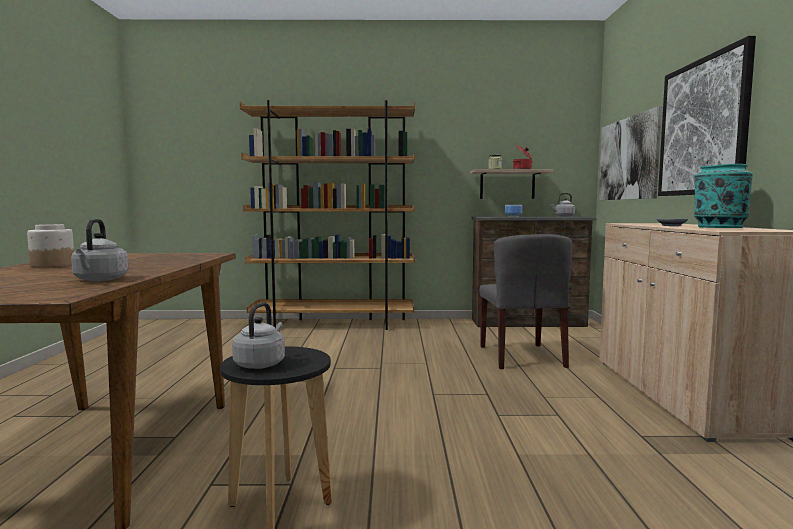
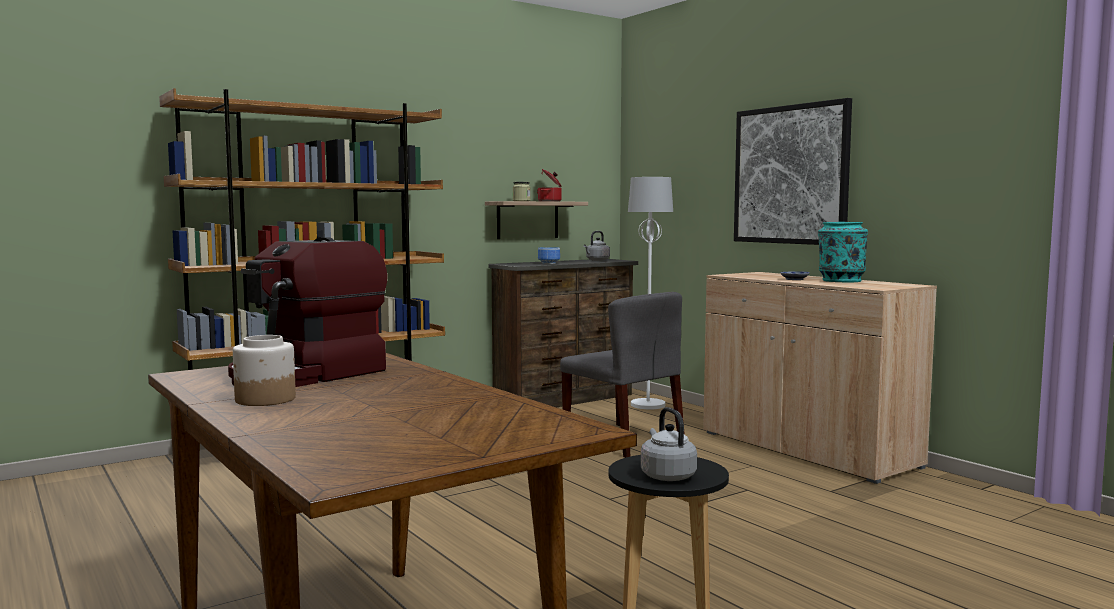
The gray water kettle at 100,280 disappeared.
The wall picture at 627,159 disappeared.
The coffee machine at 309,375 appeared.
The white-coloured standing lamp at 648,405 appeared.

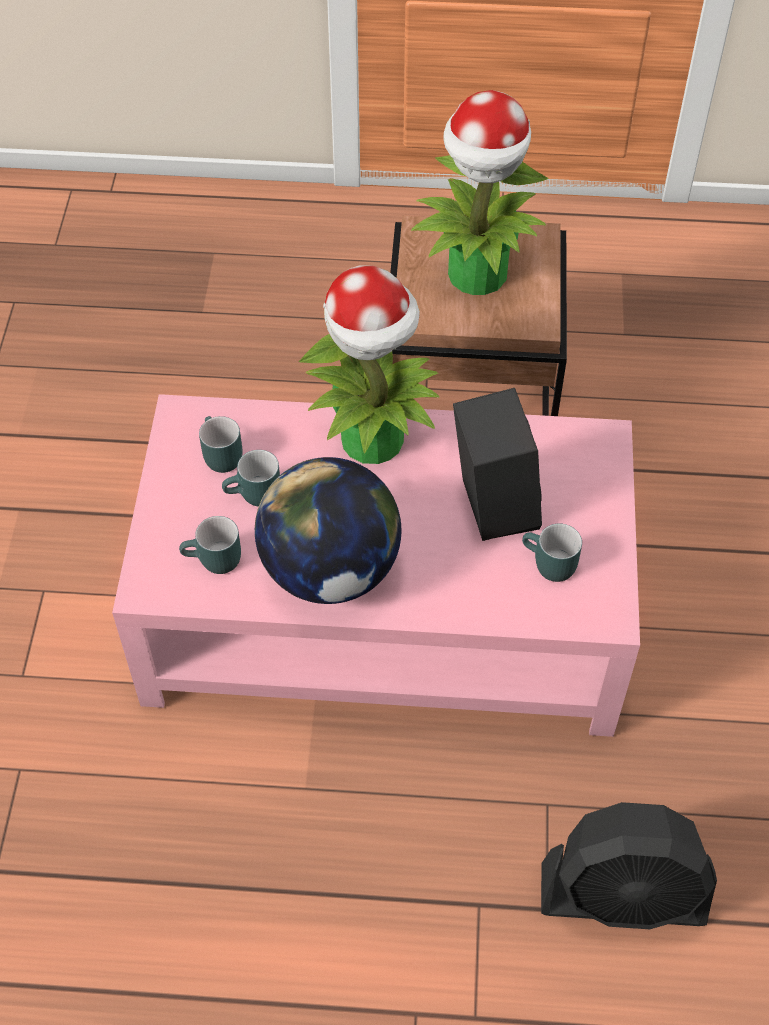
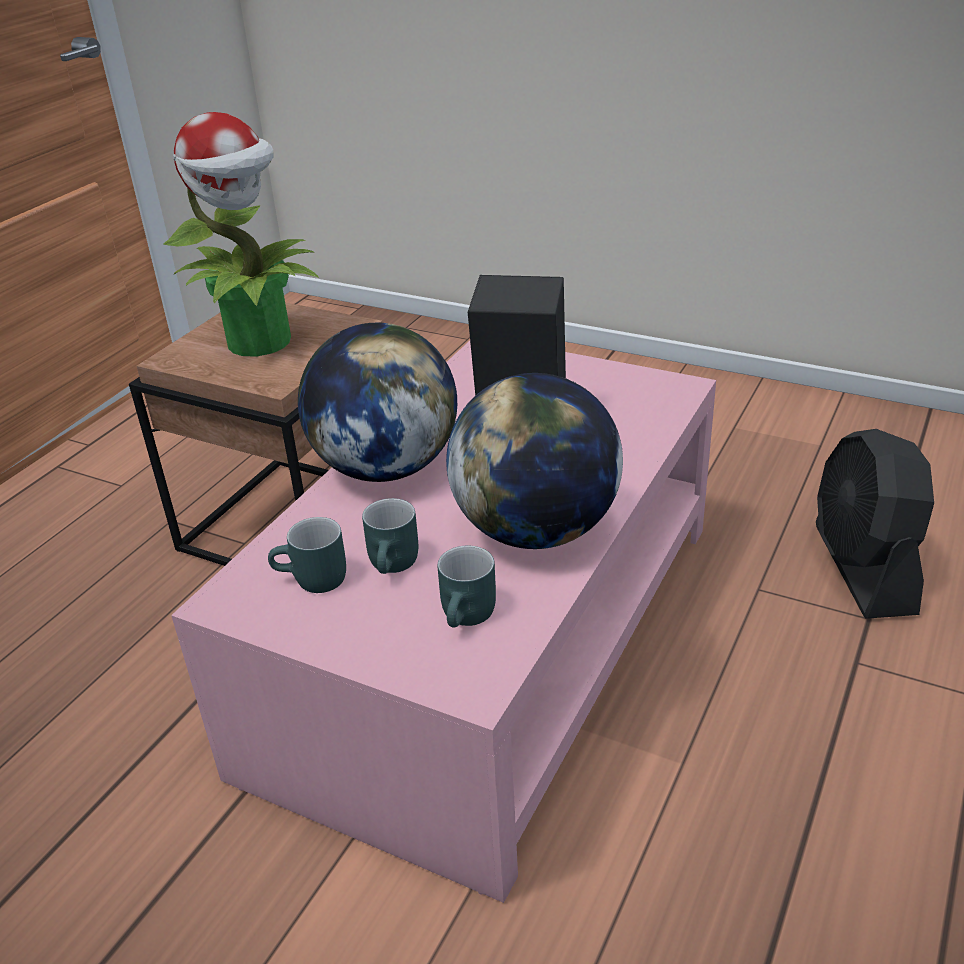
The blue-green coffee mug at 548,566 disappeared.
The houseplant at 374,440 was replaced by the world globe at 385,468.
The black electric fan at 623,895 turned 150 degrees clockwise.

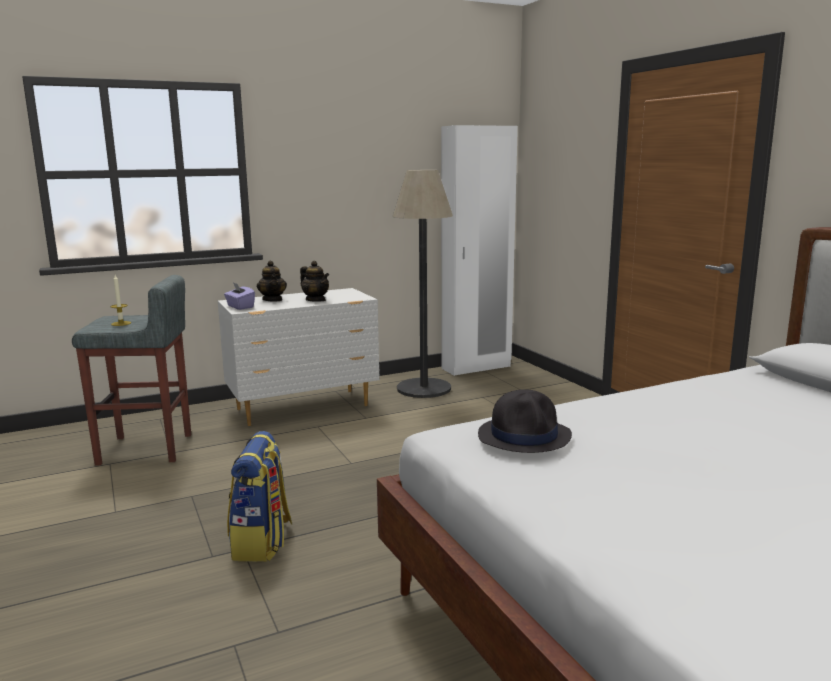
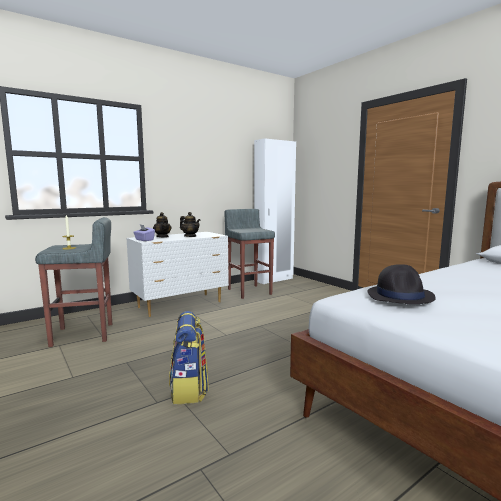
The standing lamp at 424,388 was replaced by the gray sitting stool at 249,291.

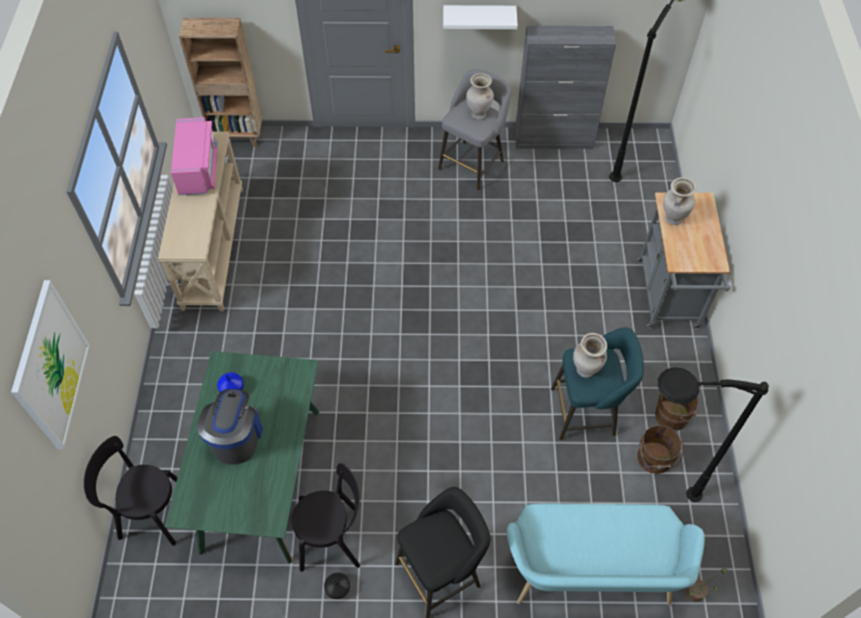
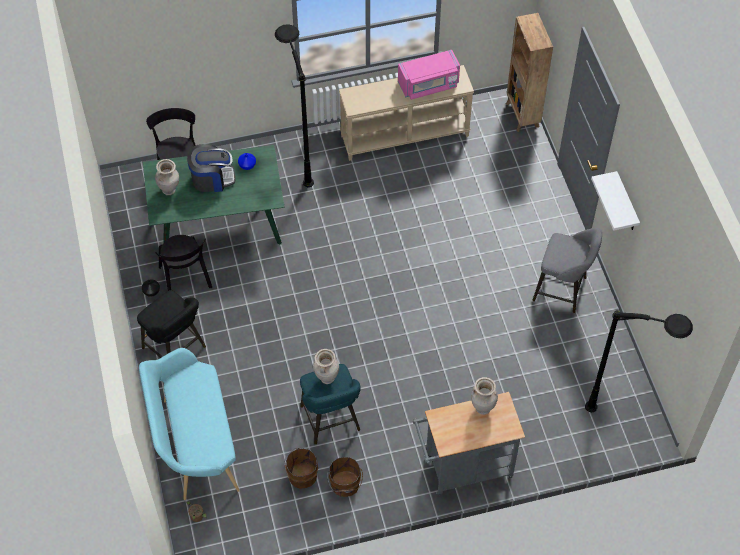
The wall picture at 51,366 disappeared.
The gray storage cabinet at 554,140 disappeared.
The beige-coloured decorative vase moved from 479,114 to 169,190.
The black standing lamp moved from 644,496 to 298,156.

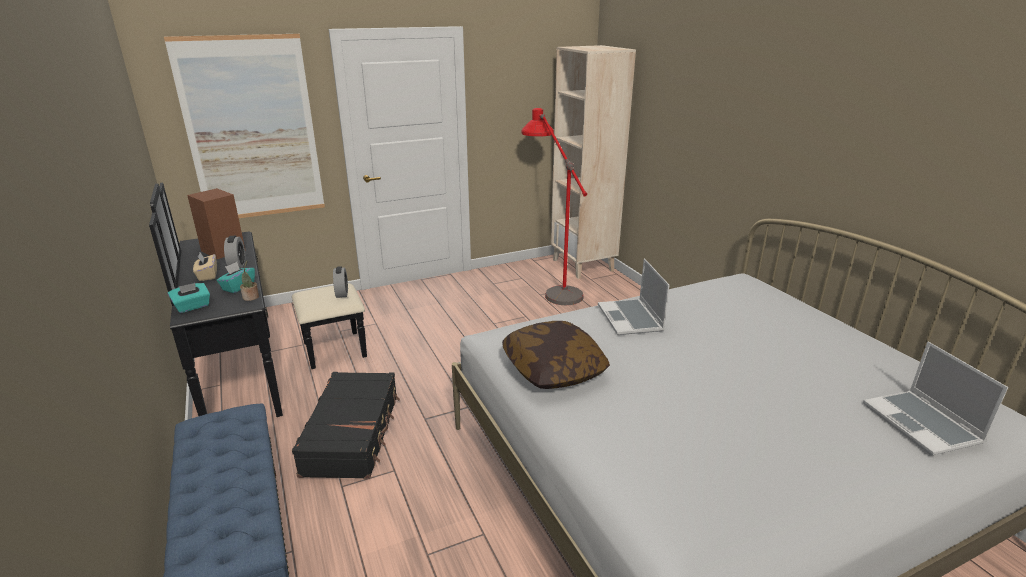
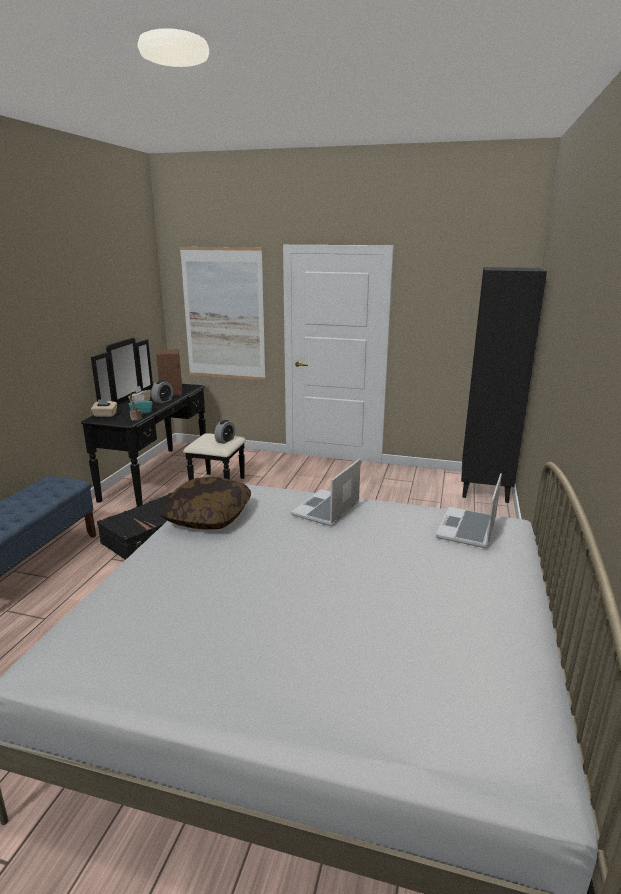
The red-coloured standing lamp at 551,285 disappeared.
The laptop moved from 922,424 to 467,529.
The blue-green tissue holder at 192,307 became the beige-coloured tissue holder at 105,415.
The beige-coloured bookcase at 583,265 became the black bookcase at 485,489.

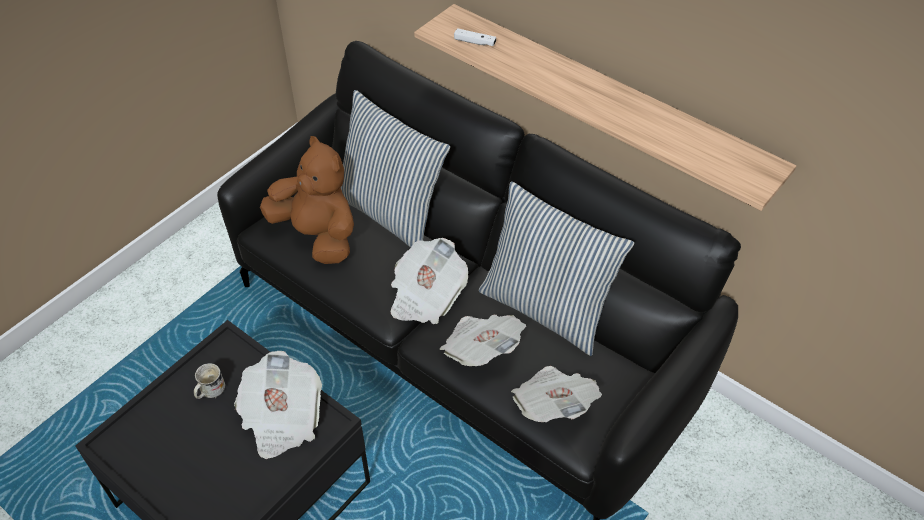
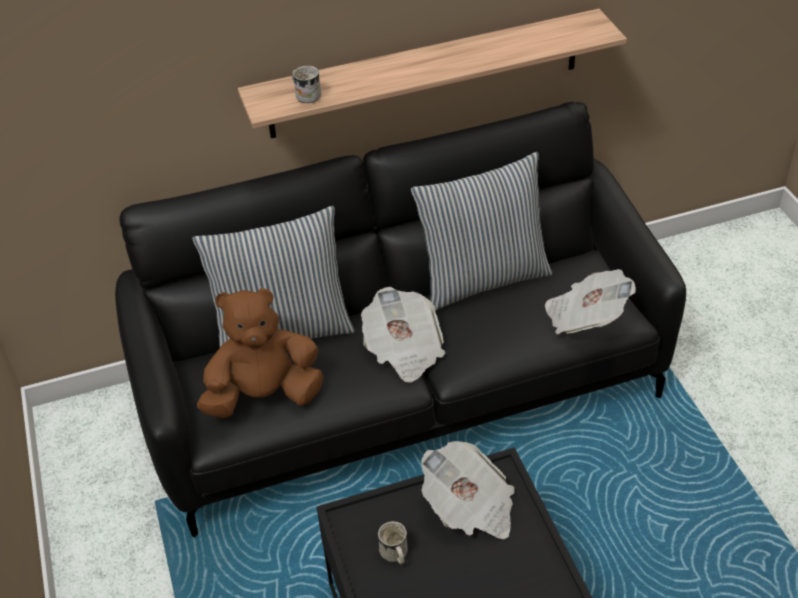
The newspaper at 481,349 disappeared.
The white-coloured game controller at 474,42 was replaced by the white-coloured coffee mug at 306,95.

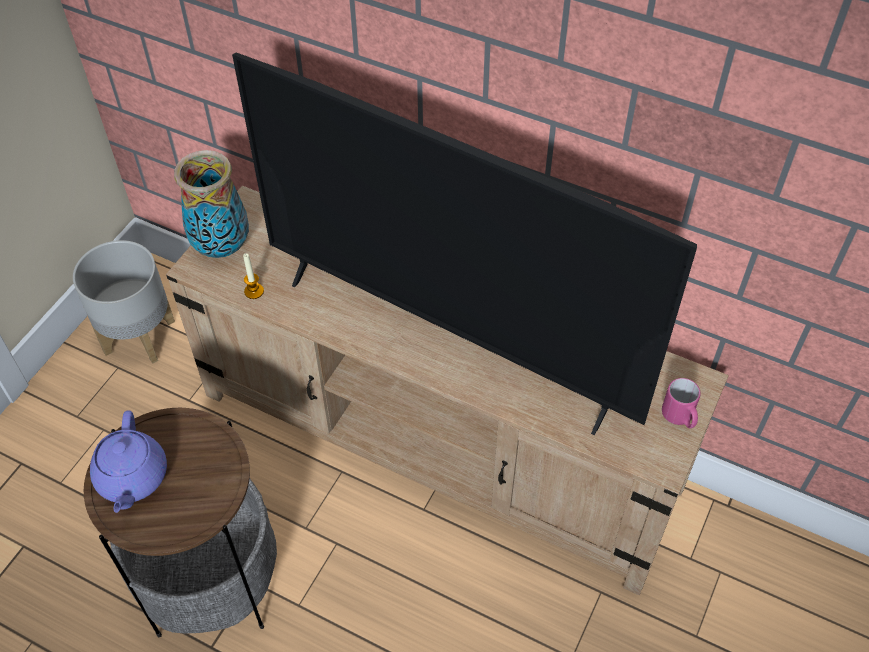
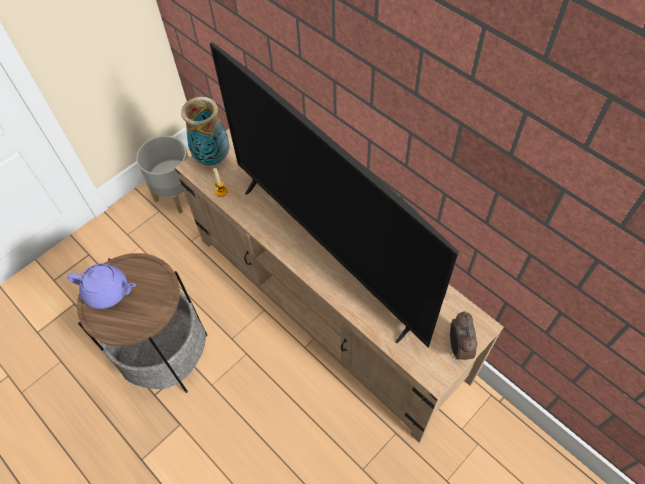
The pinkish coffee mug at 679,418 was replaced by the bedside clock at 458,347.
The purple-coloured teapot at 132,478 turned 90 degrees counterclockwise.

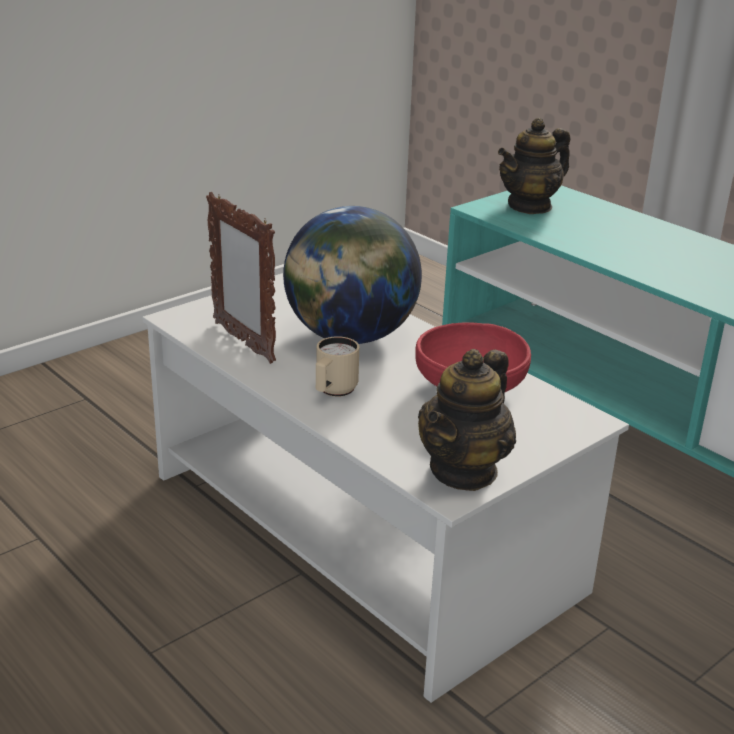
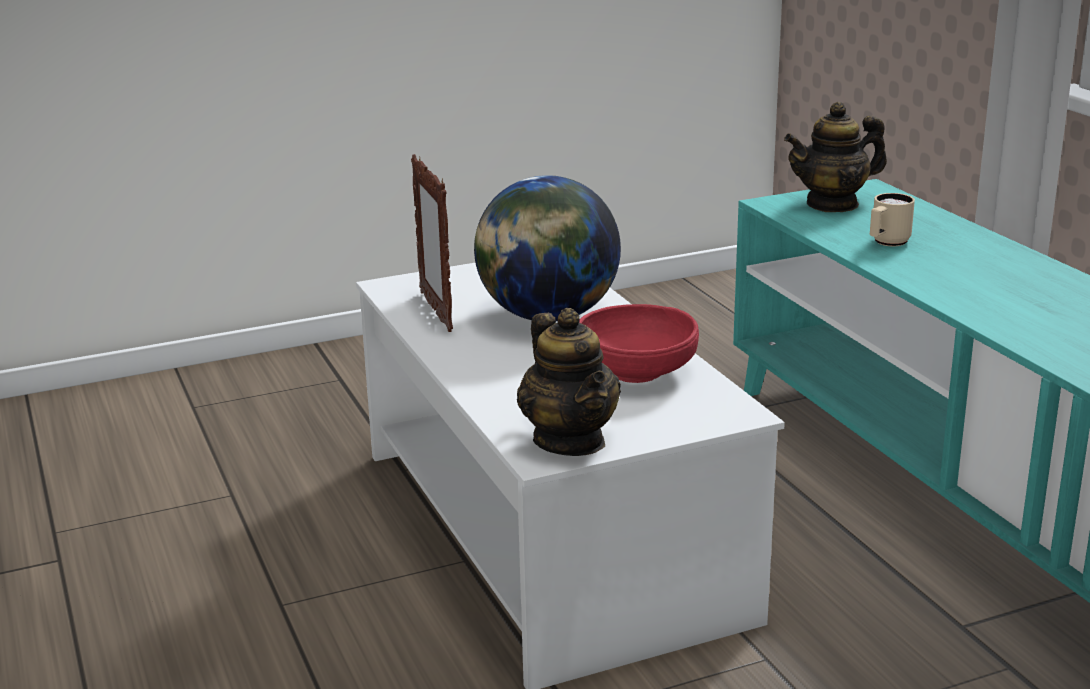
The beige-coloured coffee mug moved from 333,392 to 886,243.
The teapot at 464,470 turned 75 degrees counterclockwise.

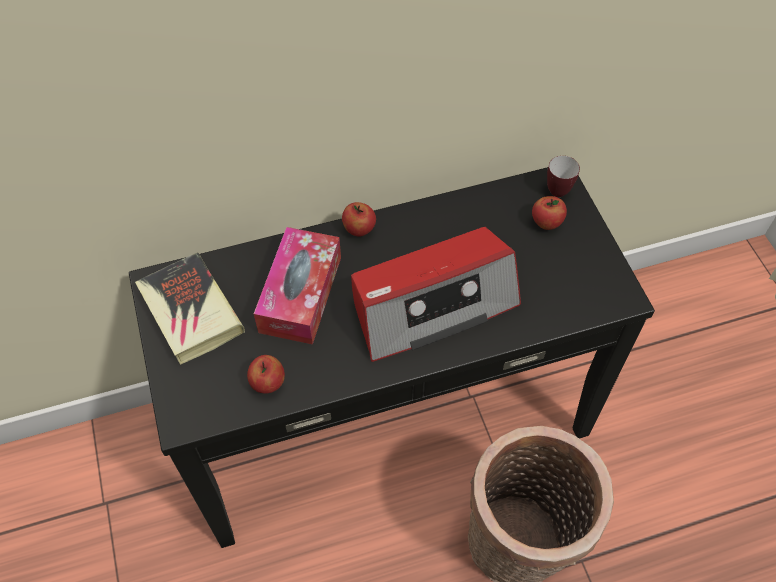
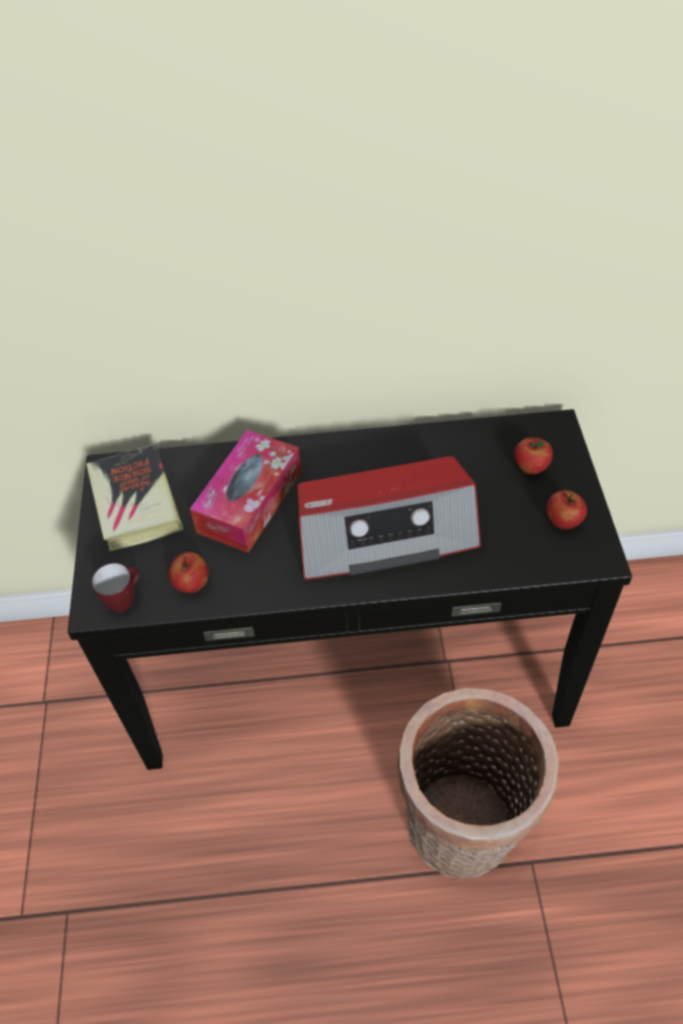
The apple fruit moved from 359,229 to 563,521.
The coffee mug moved from 558,188 to 125,600.

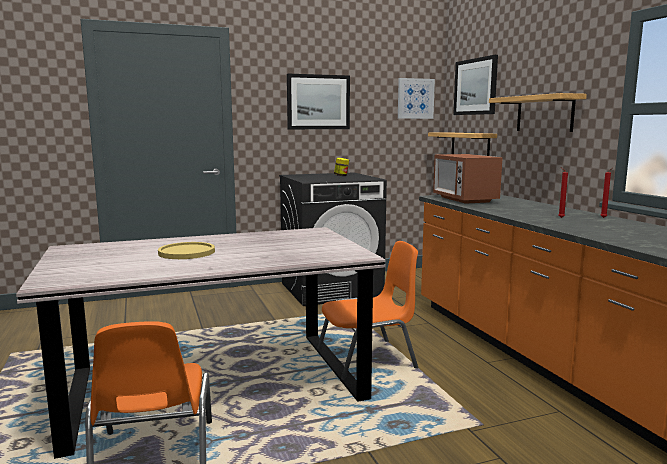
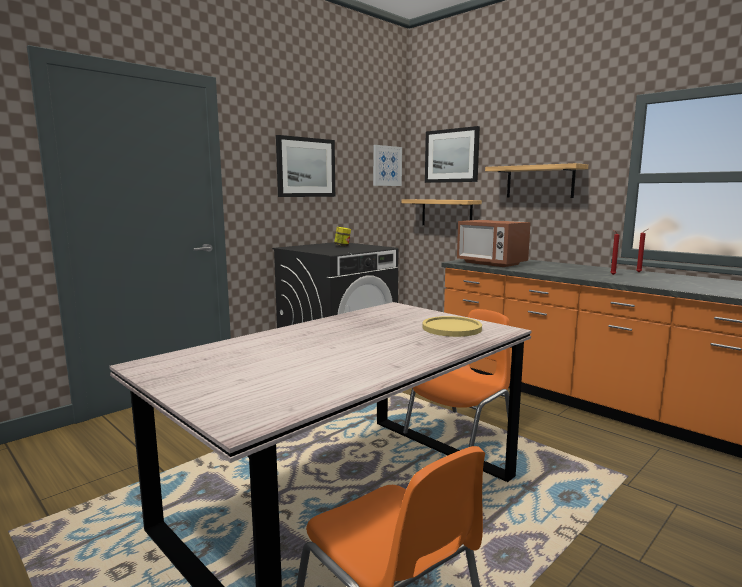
The yellow flat dish moved from 186,252 to 451,328.

